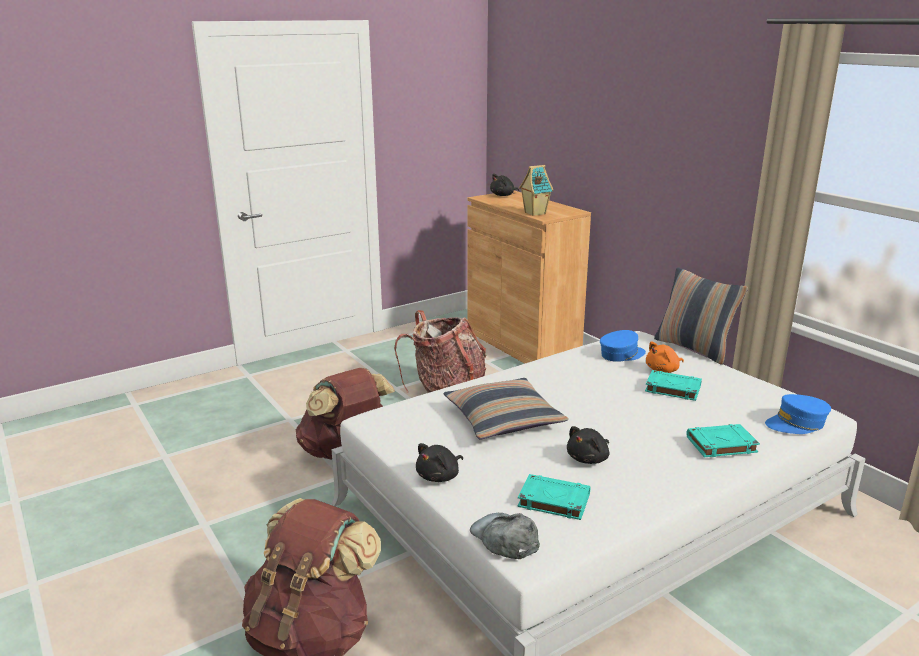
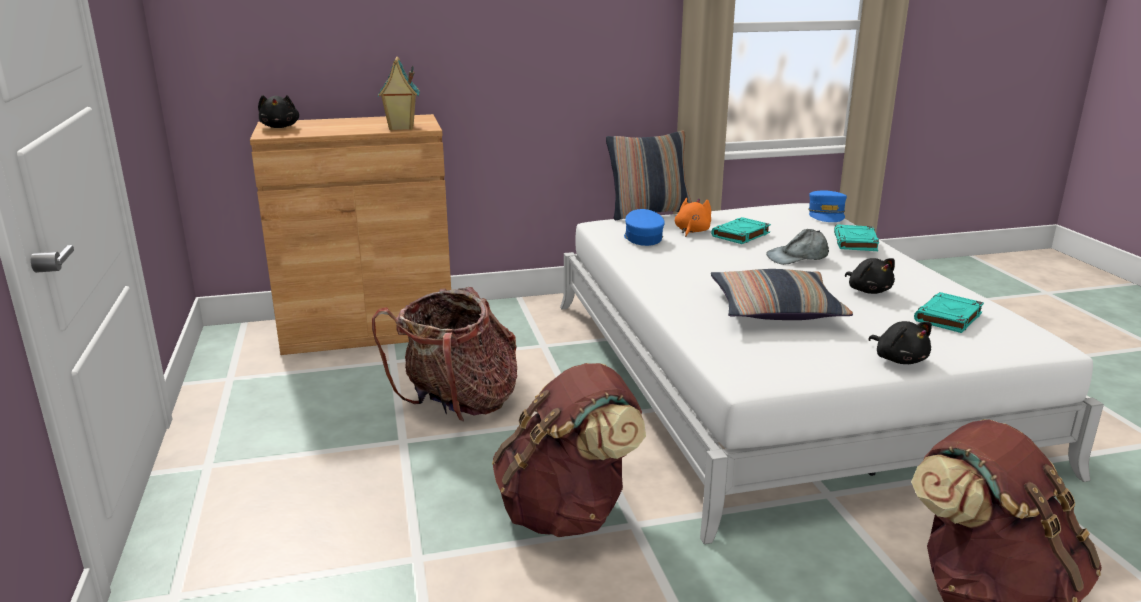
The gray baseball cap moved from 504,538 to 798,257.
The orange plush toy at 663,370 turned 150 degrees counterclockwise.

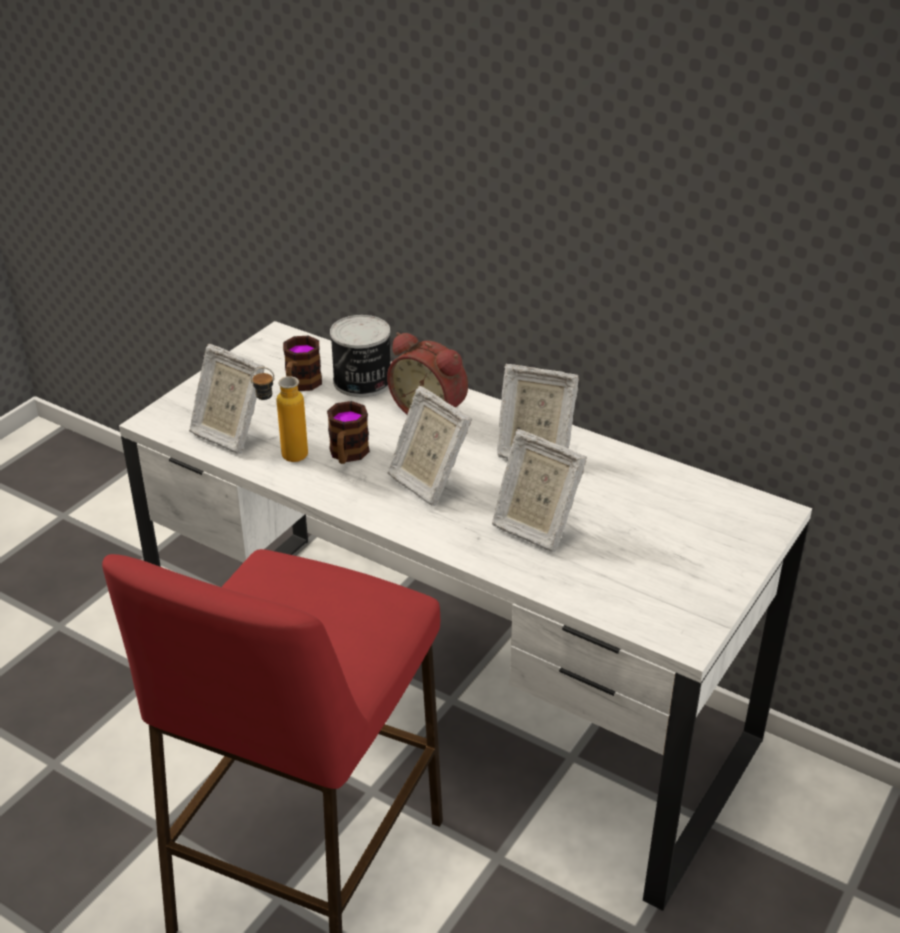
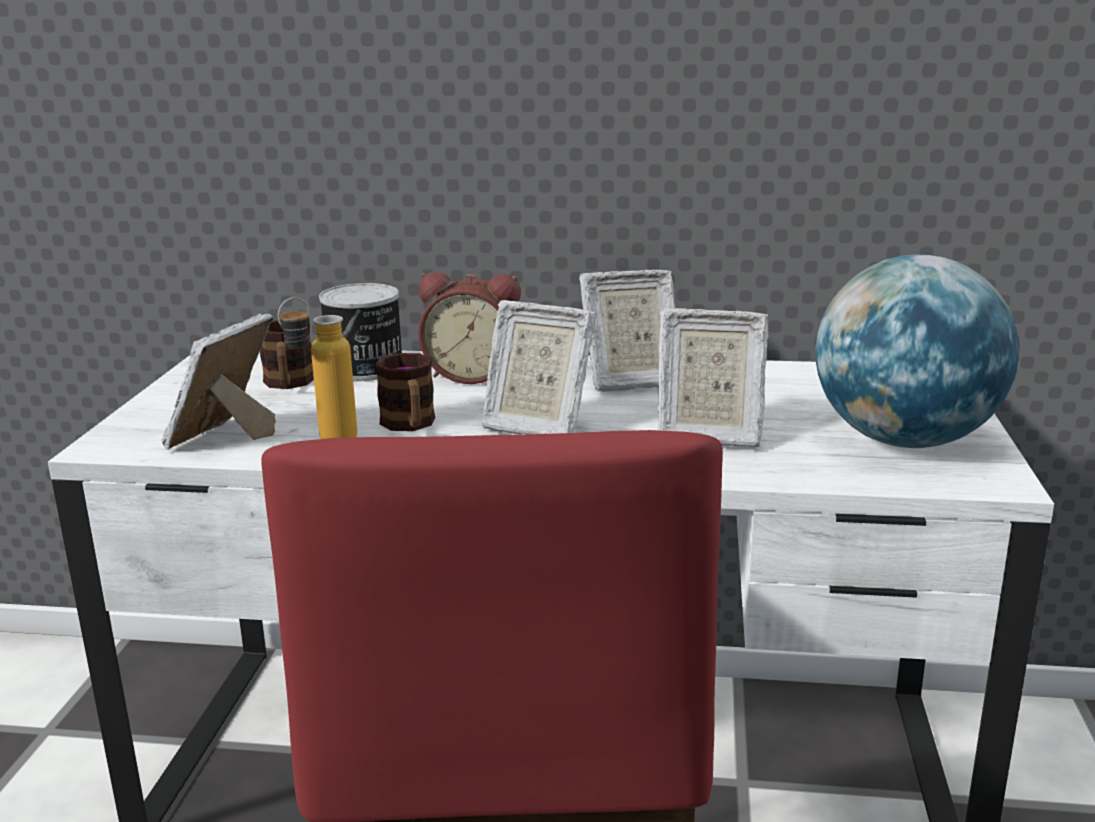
The world globe at 904,440 appeared.
The photo frame at 228,433 turned 105 degrees clockwise.

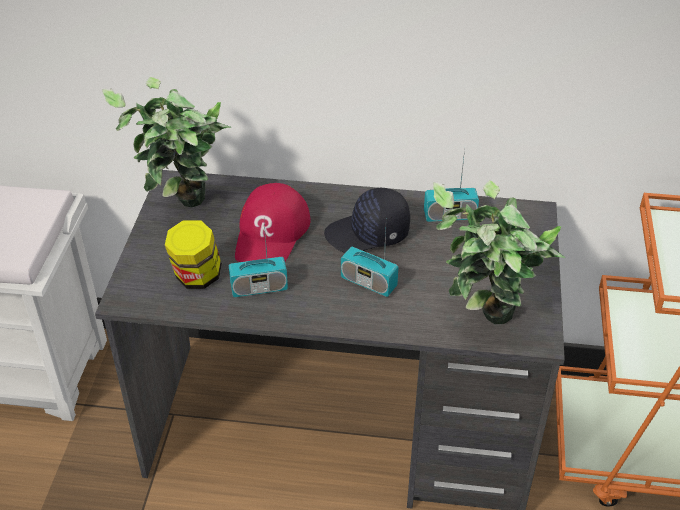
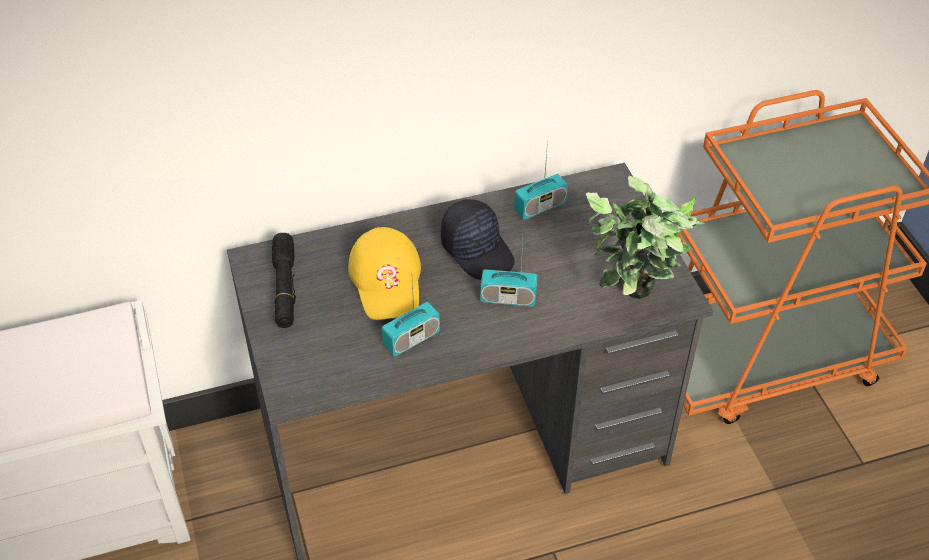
The storage jar at 197,277 disappeared.
The houseplant at 183,212 was replaced by the black torch at 285,287.
The red-coloured baseball cap at 272,233 became the yellow baseball cap at 387,280.
The black baseball cap at 368,234 turned 90 degrees counterclockwise.

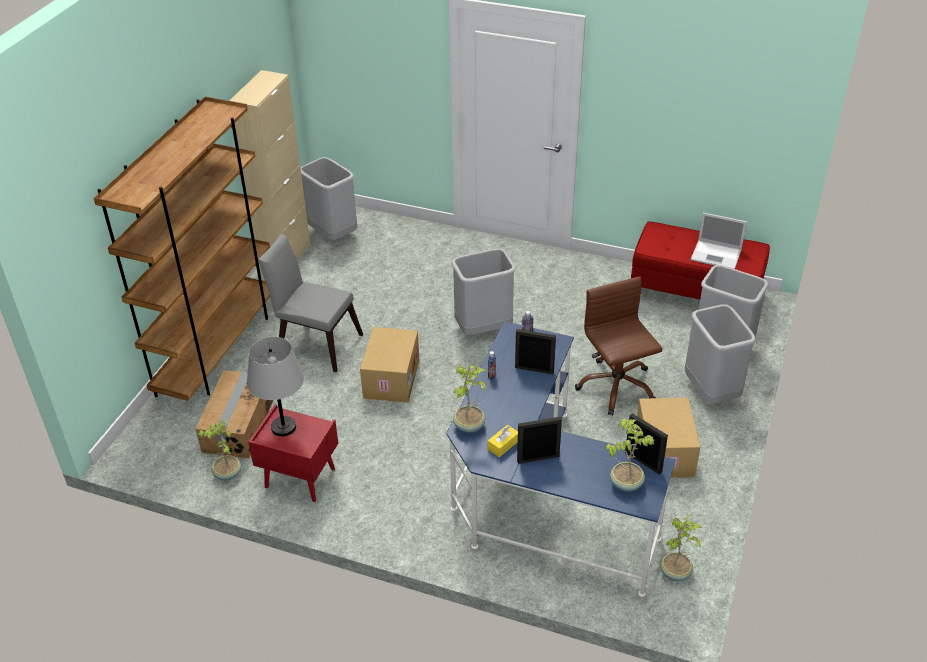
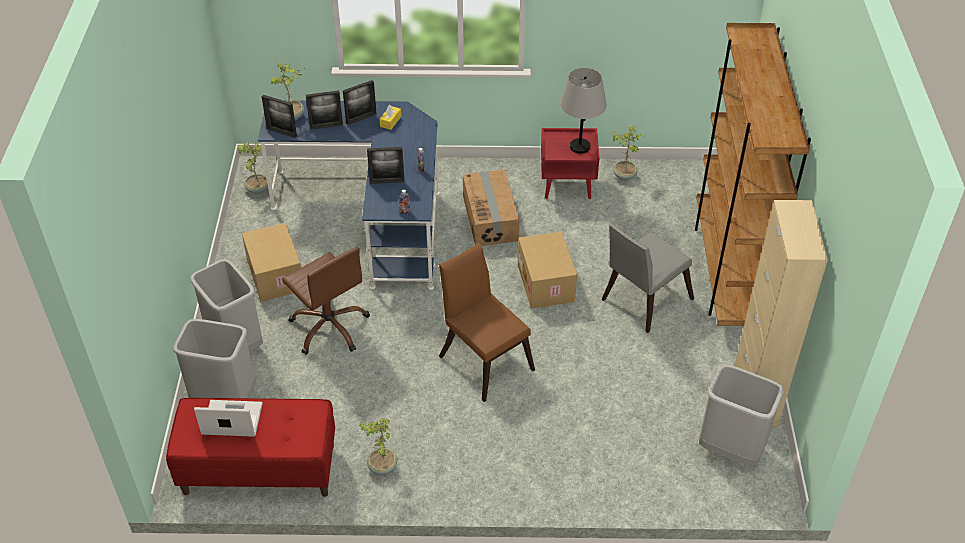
The photo frame at 326,126 appeared.
The carton moved from 237,425 to 491,218.
The houseplant moved from 470,426 to 381,467.
The gray trash can at 483,329 was replaced by the brown upright chair at 484,359.
The gray upright chair at 315,342 turned 135 degrees clockwise.

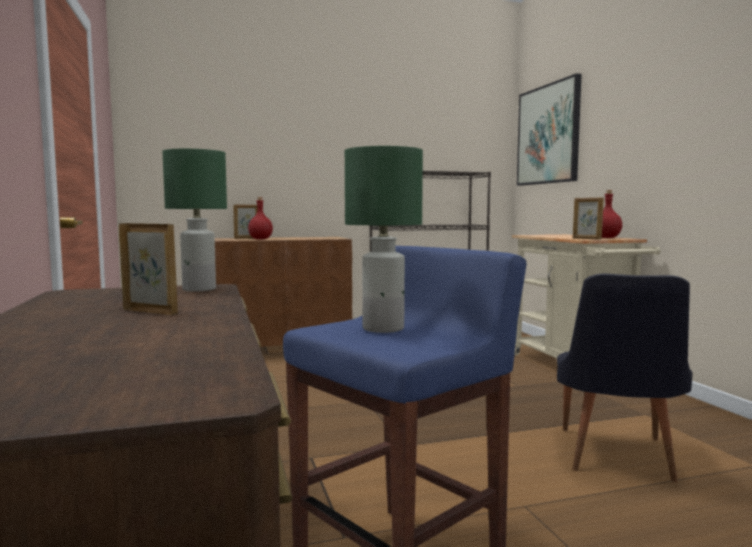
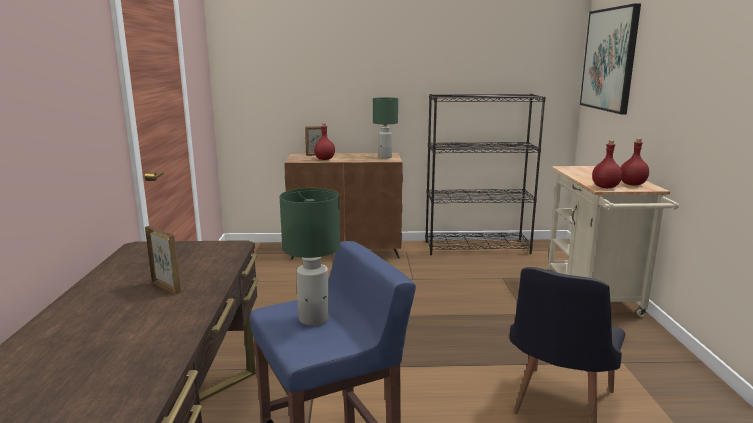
The green table lamp moved from 199,289 to 385,157.
The photo frame at 586,239 was replaced by the red-coloured bottle at 606,187.

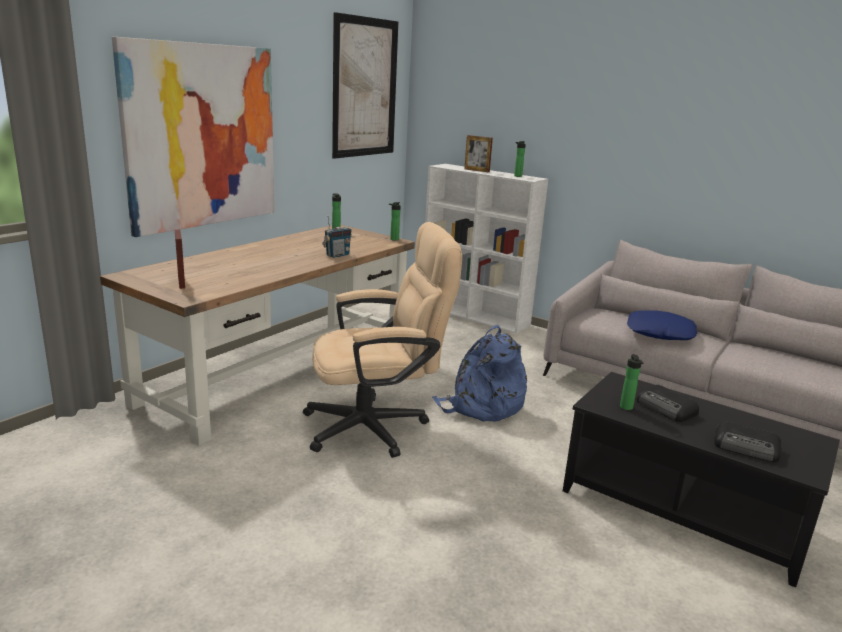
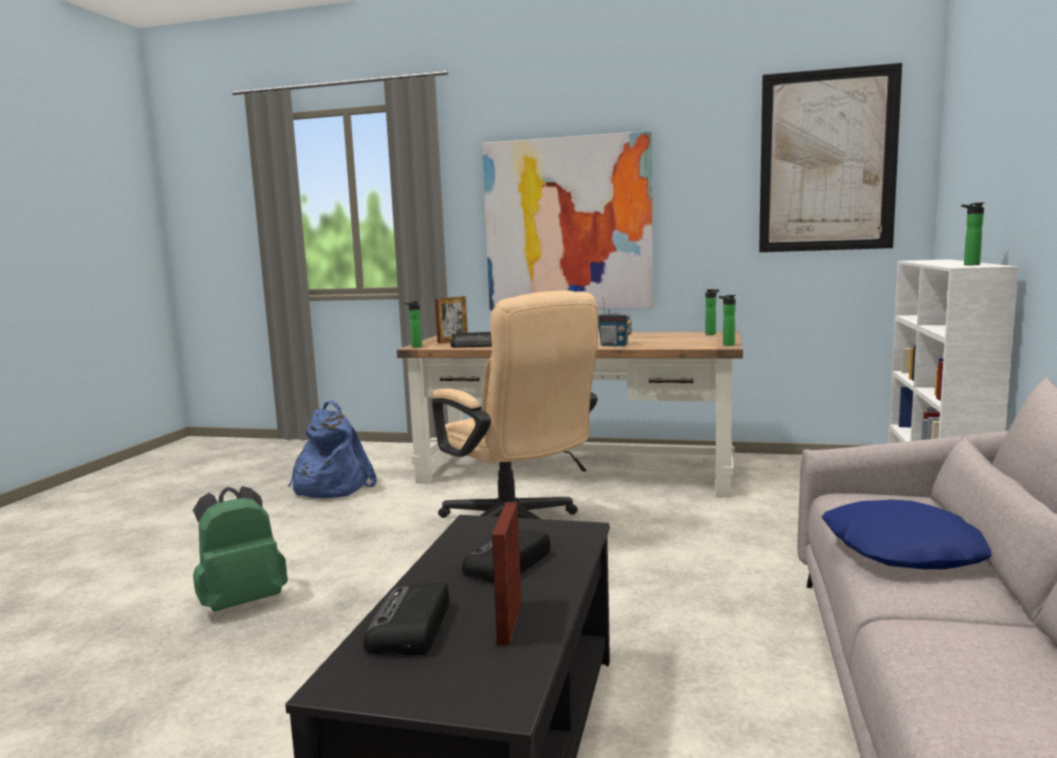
The green backpack at 242,602 appeared.
The radio receiver at 474,345 appeared.
The blue-coloured backpack moved from 481,406 to 330,487.
The photo frame moved from 476,170 to 509,622.
The bottle moved from 627,408 to 415,347.

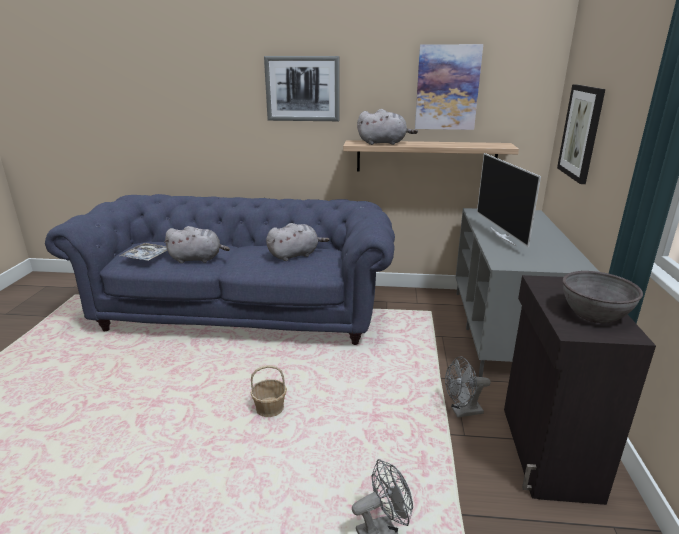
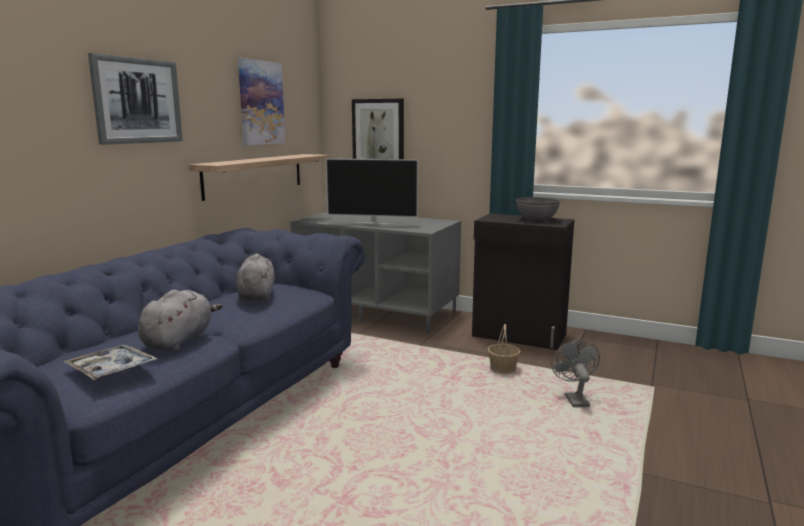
The gray plush toy at 384,143 disappeared.
The gray electric fan at 462,412 disappeared.
The storage basket moved from 270,408 to 503,369.

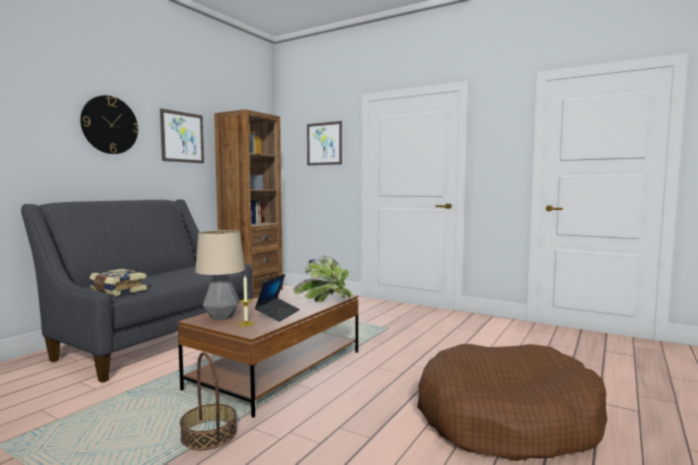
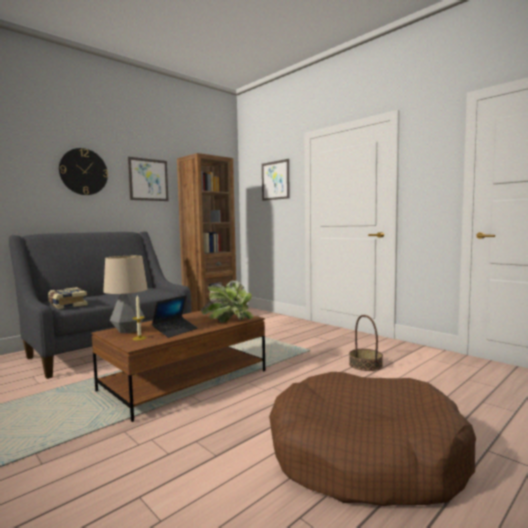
The storage basket moved from 209,434 to 365,365.

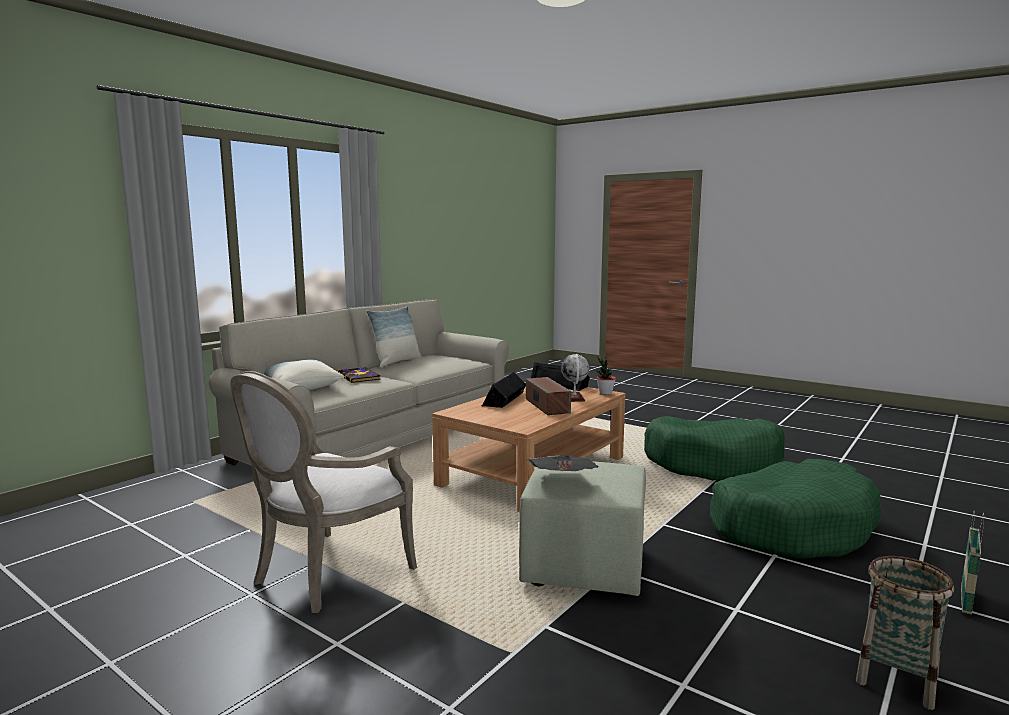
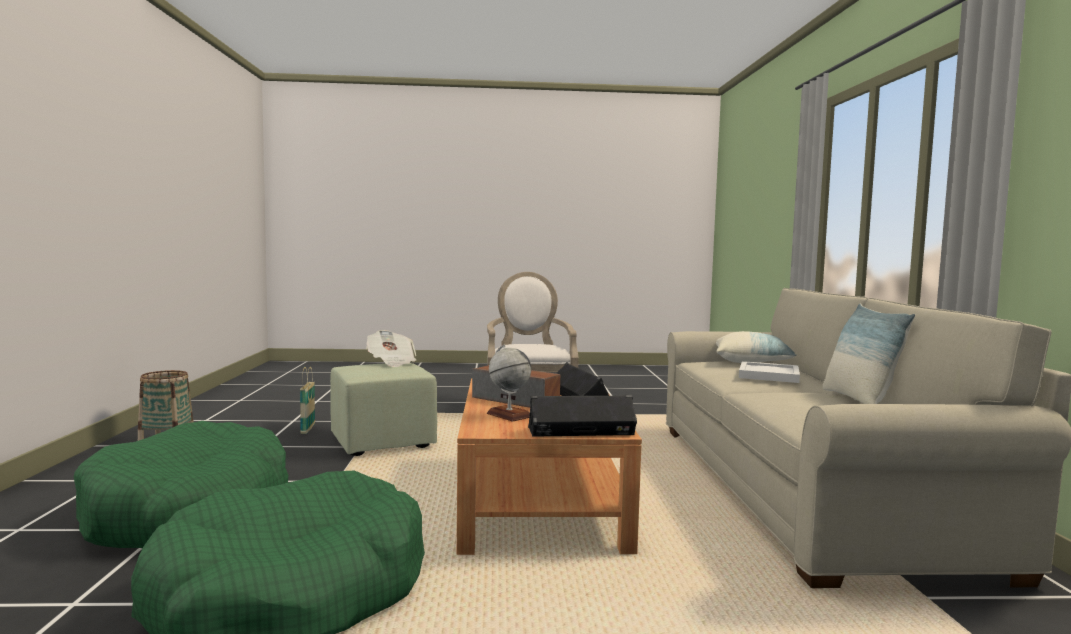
The houseplant at 605,393 disappeared.
The storage basket moved from 965,601 to 308,429.
The volume at 359,376 was replaced by the white-coloured carrying tray at 769,375.

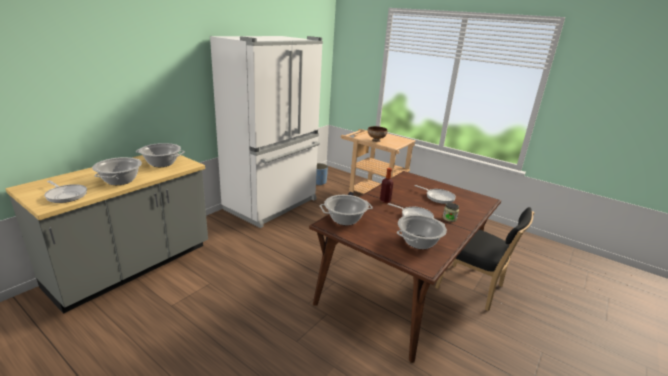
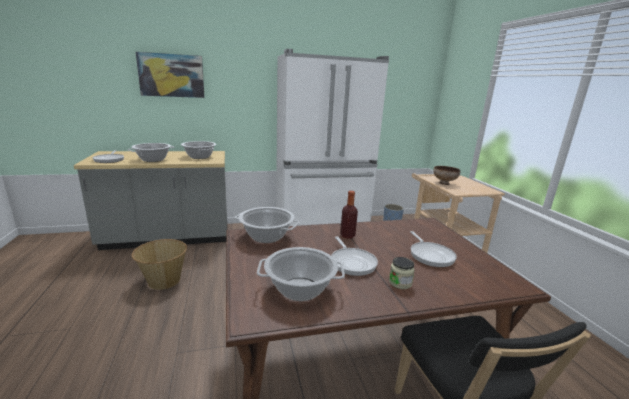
The storage basket at 163,280 appeared.
The wall picture at 171,75 appeared.

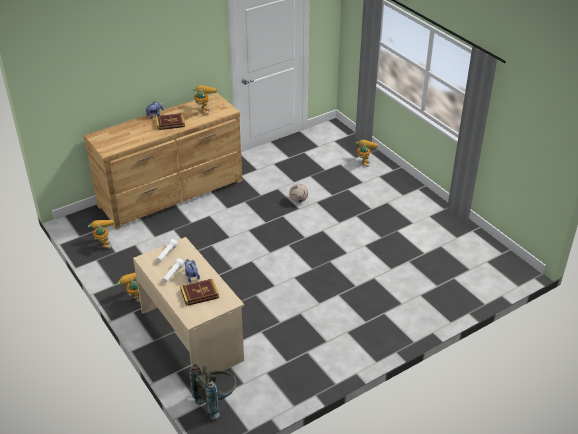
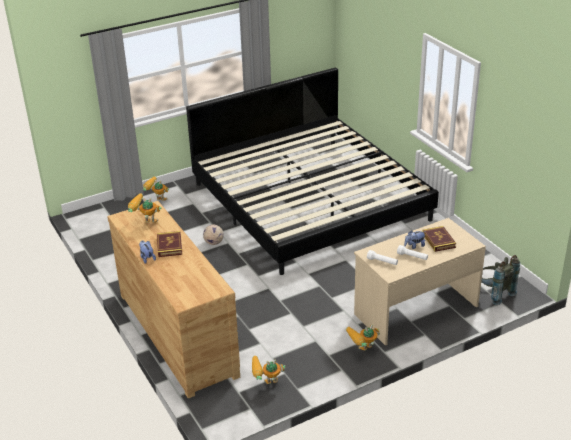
The sleeping bed at 310,201 appeared.

